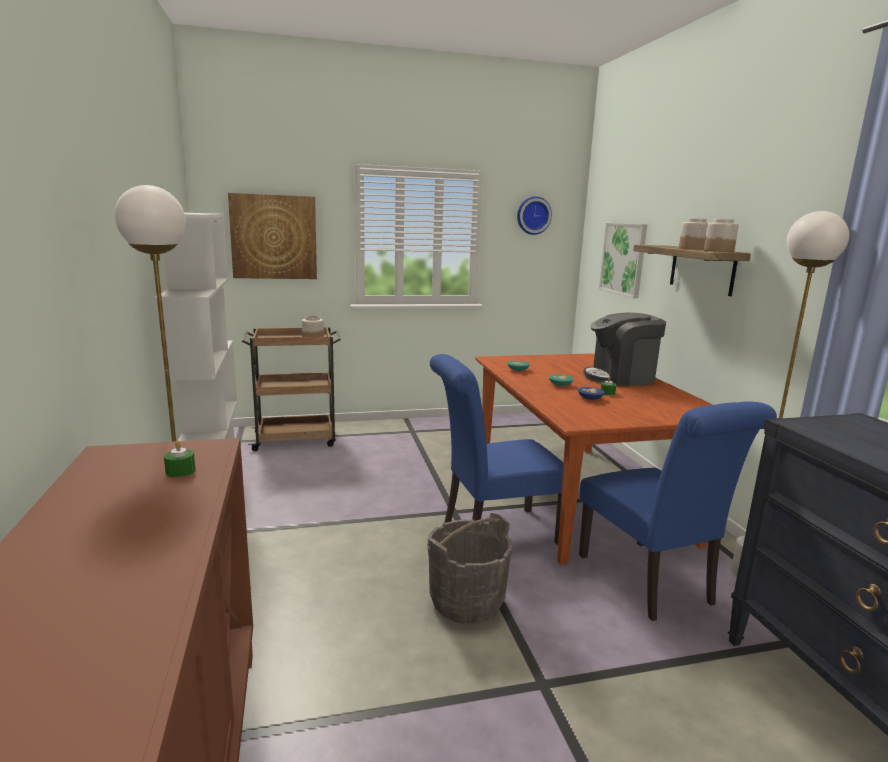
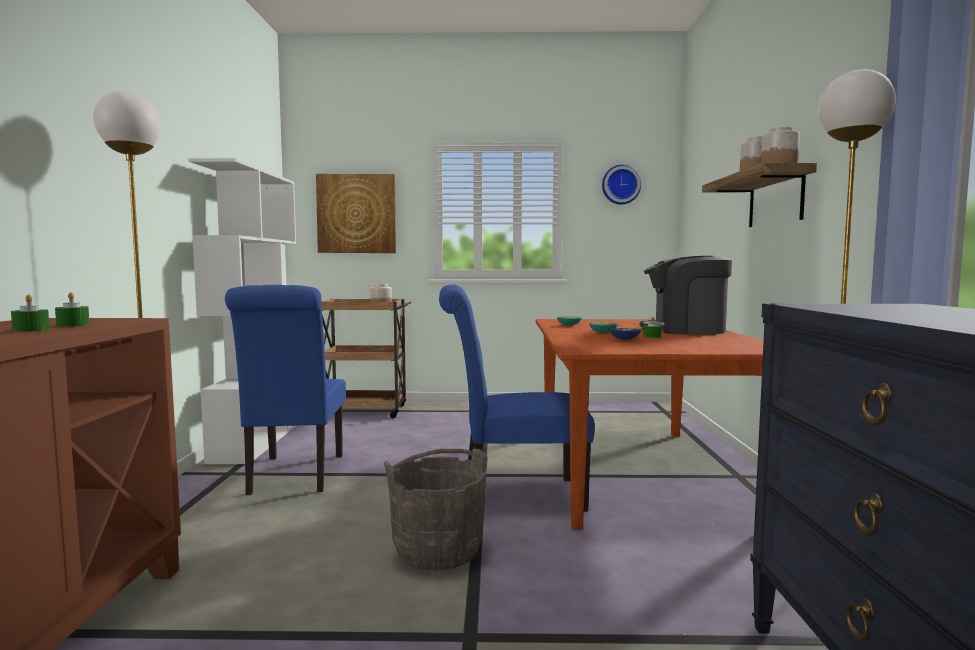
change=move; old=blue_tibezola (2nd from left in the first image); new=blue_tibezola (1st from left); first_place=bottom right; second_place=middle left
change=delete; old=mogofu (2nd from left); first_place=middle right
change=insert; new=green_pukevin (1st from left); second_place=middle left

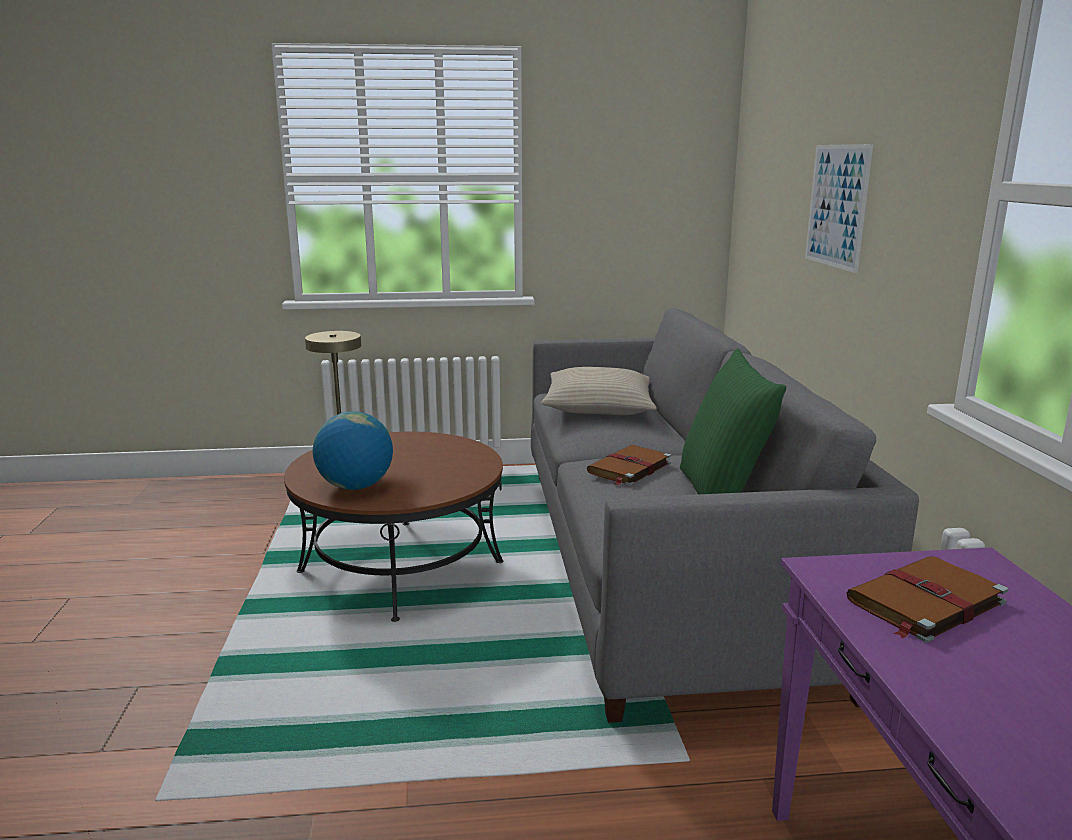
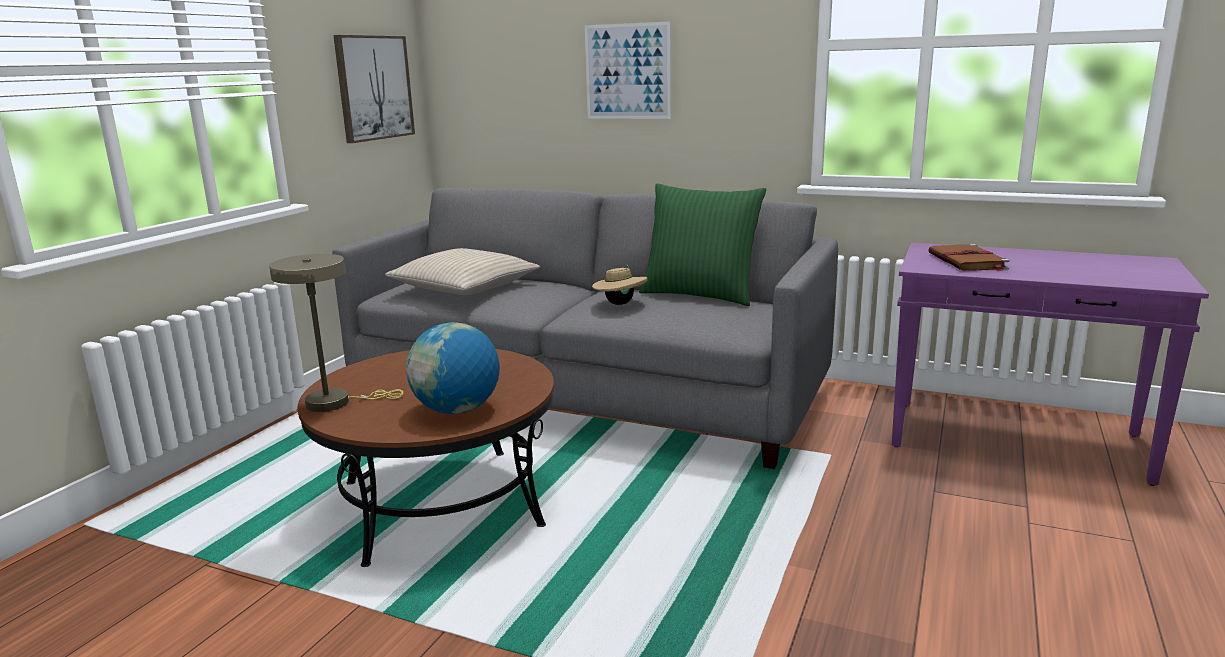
change=replace; old=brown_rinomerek (1st from left); new=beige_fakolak; first_place=centre; second_place=centre
change=insert; new=mogofu (1st from left); second_place=top left

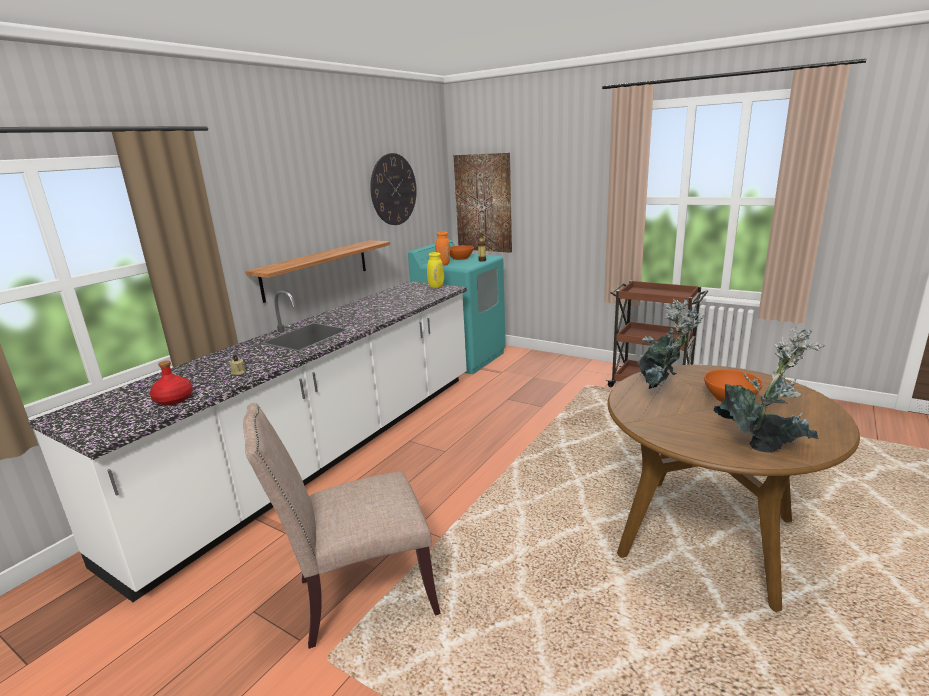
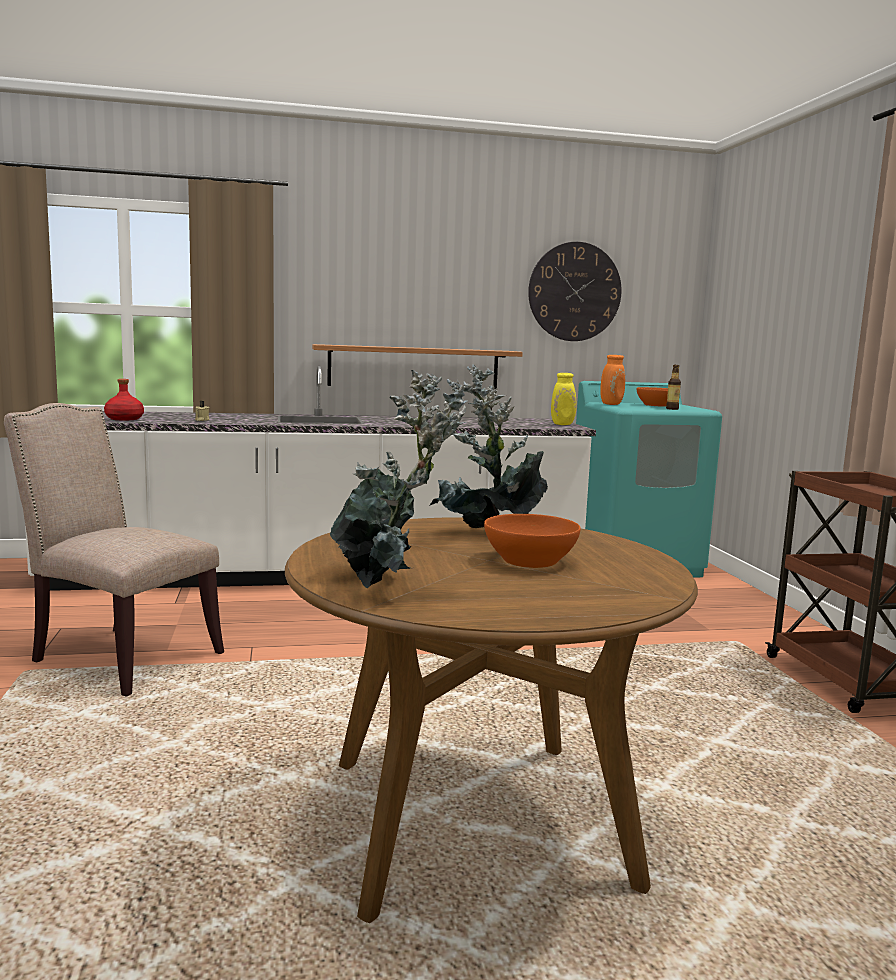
change=delete; old=mogofu; first_place=top centre

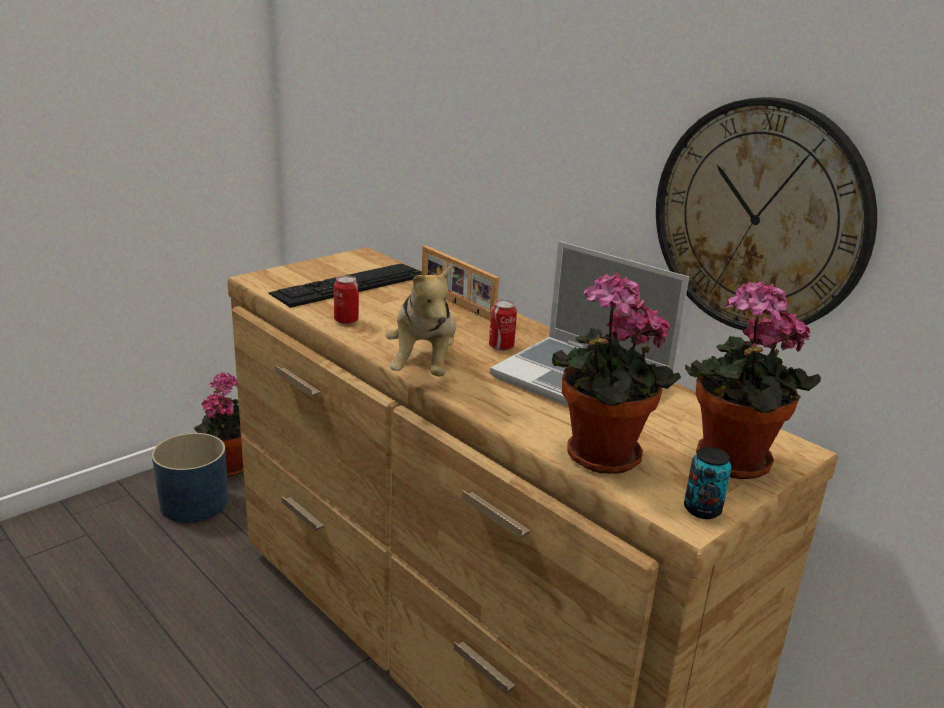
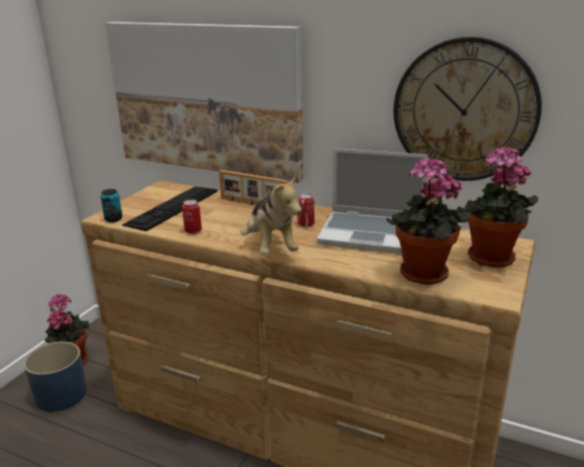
change=move; old=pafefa (3rd from left in the first image); new=pafefa (1st from left); first_place=bottom right; second_place=middle left
change=insert; new=mogofu; second_place=top centre

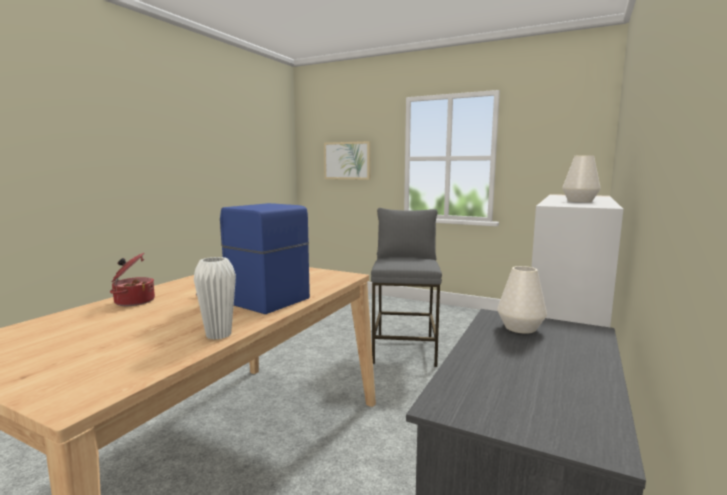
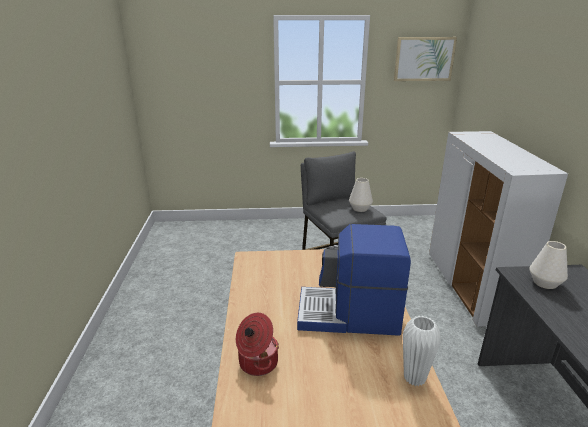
change=move; old=mogofu; first_place=top centre; second_place=top right
change=move; old=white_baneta (3rd from left in the first image); new=white_baneta (1st from left); first_place=middle right; second_place=centre

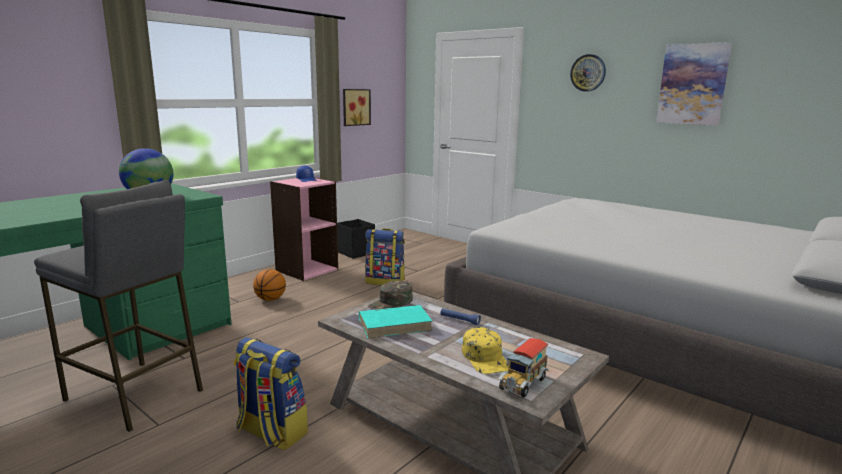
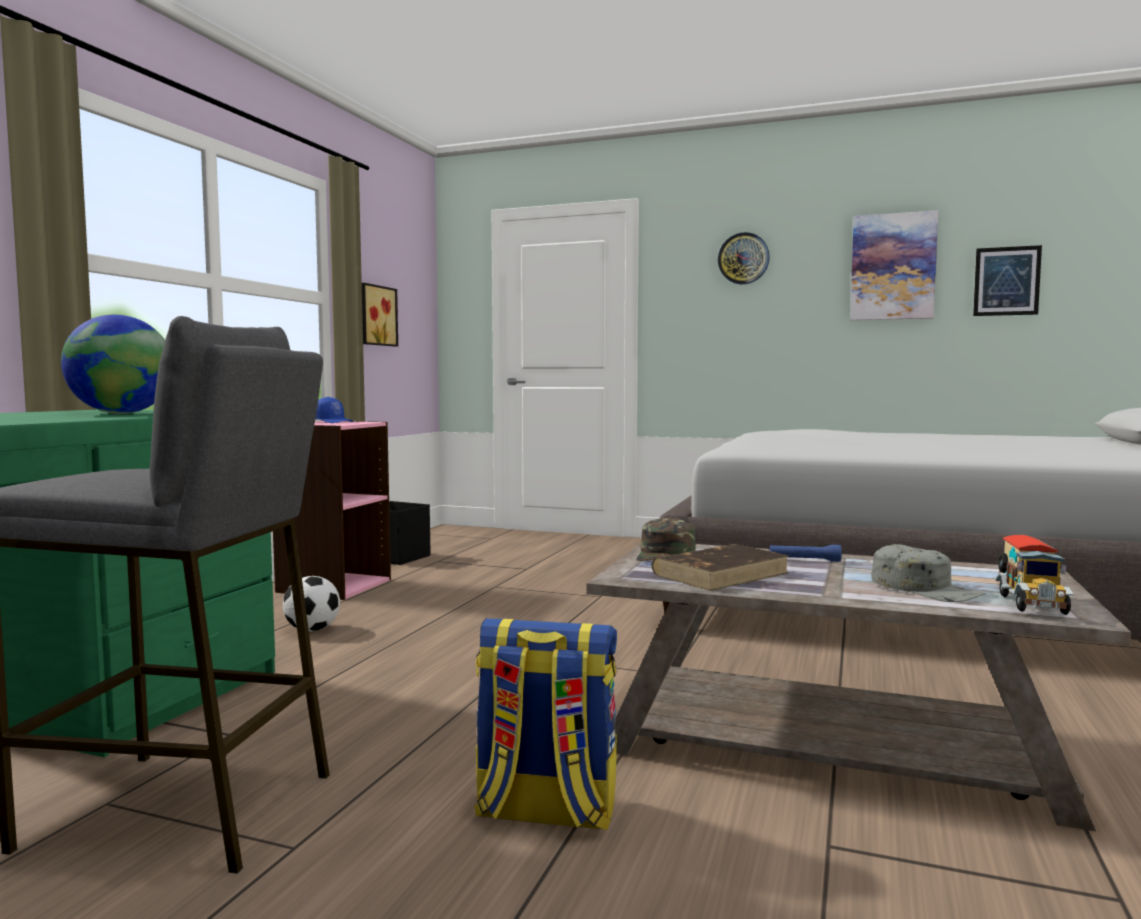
change=replace; old=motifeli; new=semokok; first_place=middle left; second_place=middle left
change=recolor; old=turquoise_rinomerek; new=brown_rinomerek; first_place=bottom centre; second_place=centre
change=delete; old=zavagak (2nd from left); first_place=centre
change=recolor; old=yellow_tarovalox; new=grey_tarovalox; first_place=bottom centre; second_place=middle right
change=insert; new=mogofu (3rd from left); second_place=top right

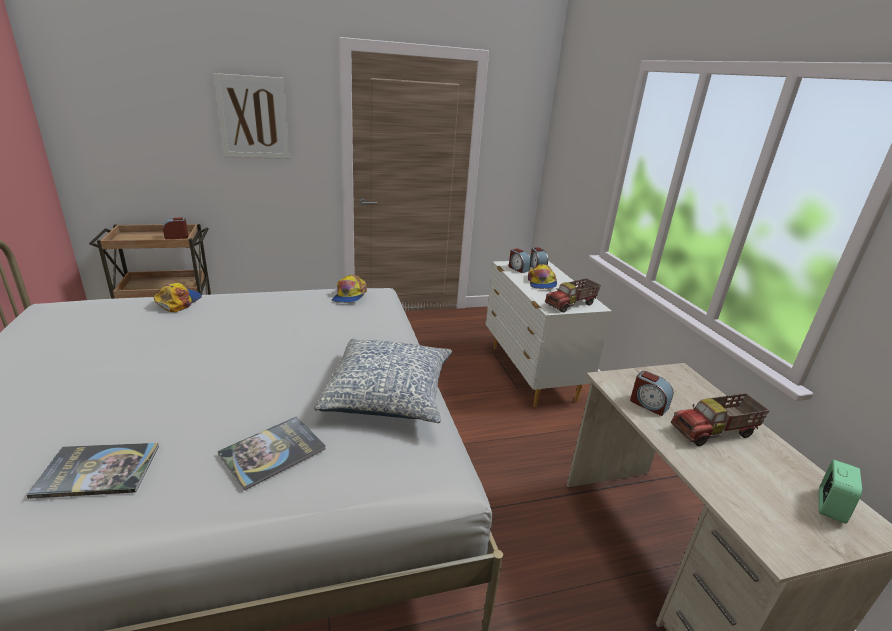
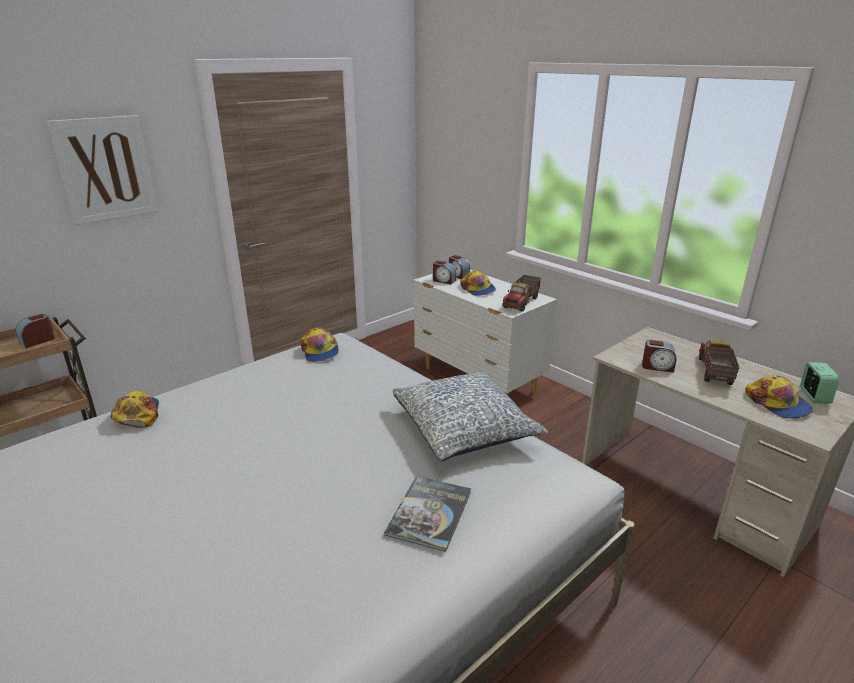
change=delete; old=rinomerek (1st from left); first_place=bottom left
change=rotate; old=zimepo (2nd from left); first_place=middle right; second_place=middle right; degrees=150
change=insert; new=tarovalox (4th from left); second_place=middle right

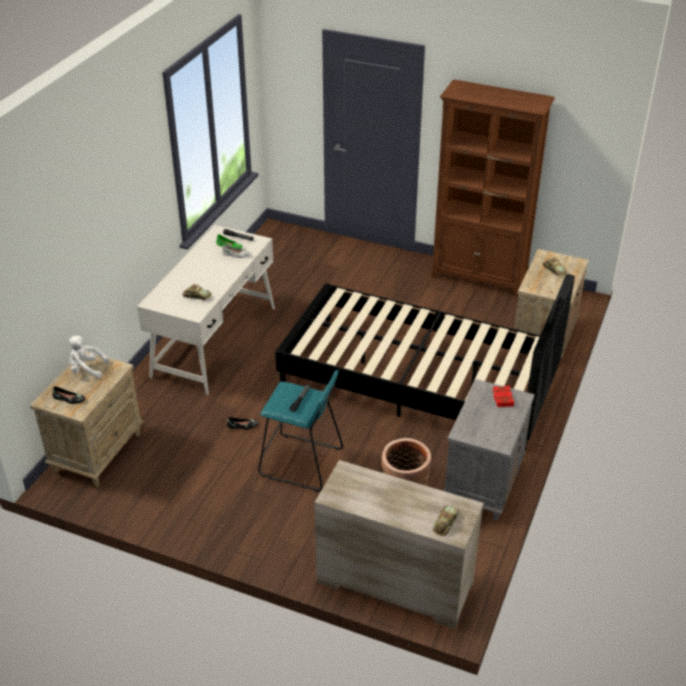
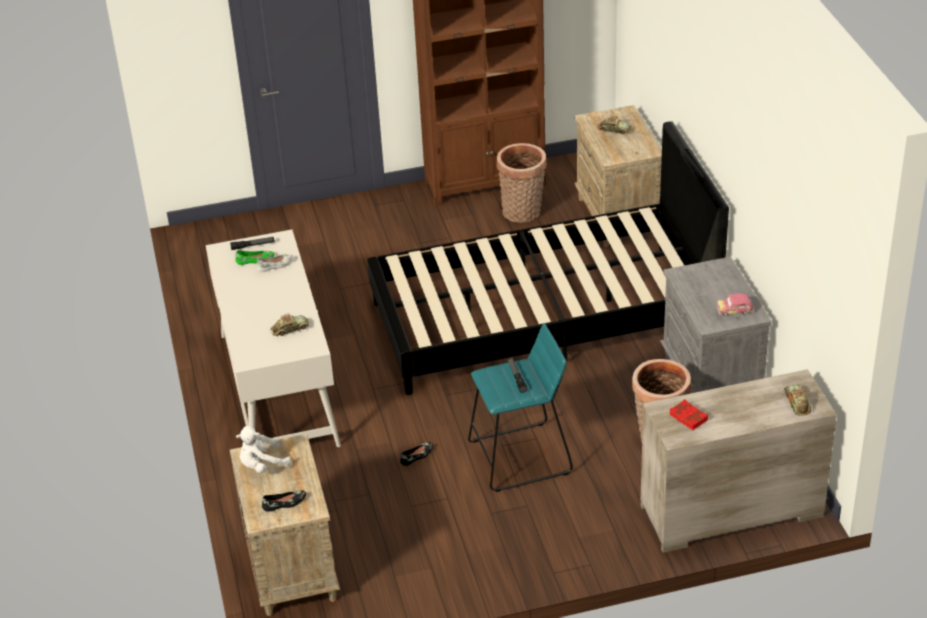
change=move; old=red_rinomerek; first_place=middle right; second_place=bottom right
change=insert; new=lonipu (1st from left); second_place=top centre
change=insert; new=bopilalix (3rd from left); second_place=middle right

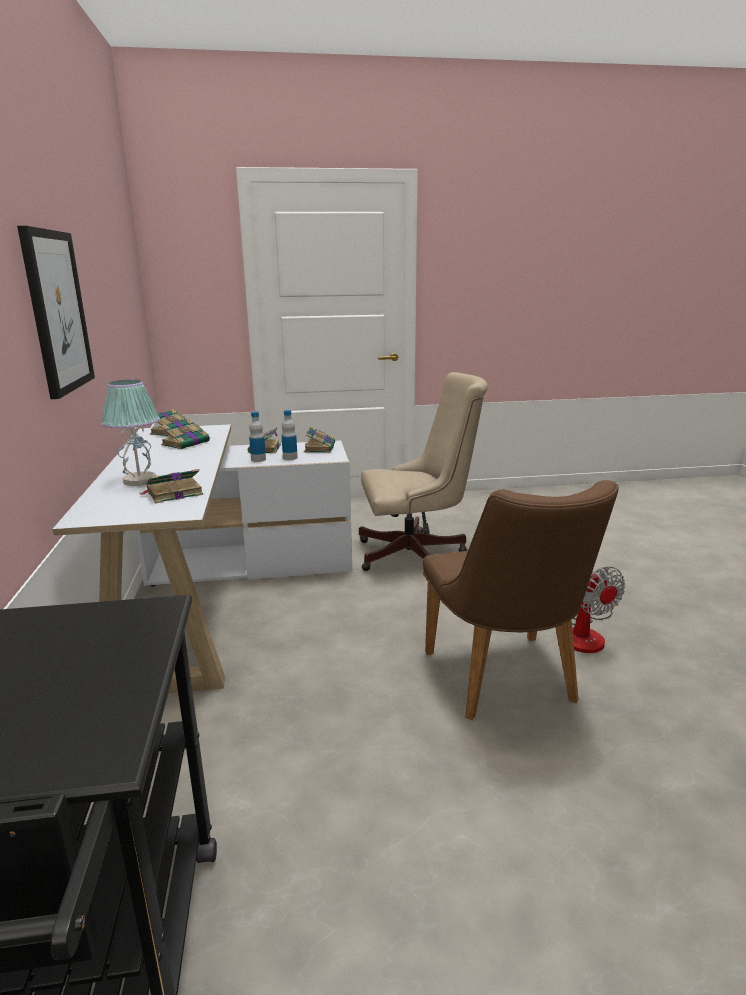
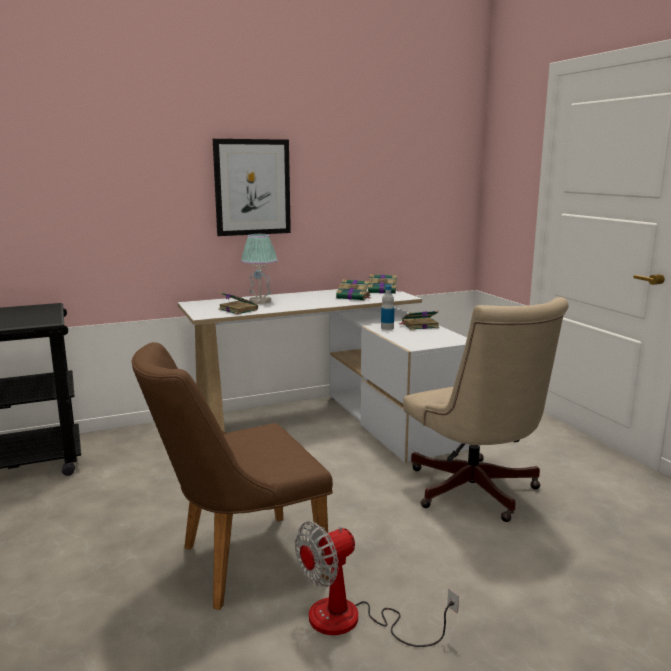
change=delete; old=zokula (2nd from left); first_place=centre
change=delete; old=rinomerek (5th from left); first_place=centre

